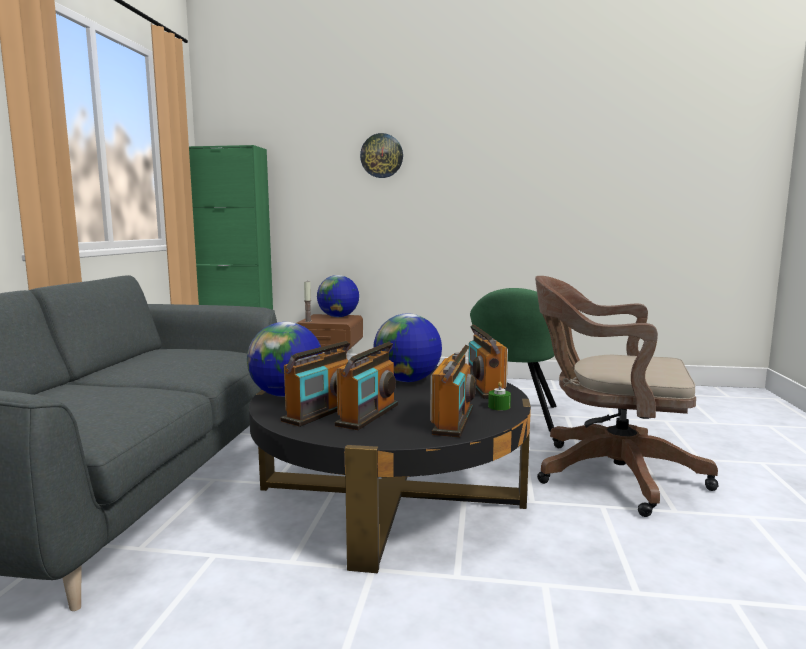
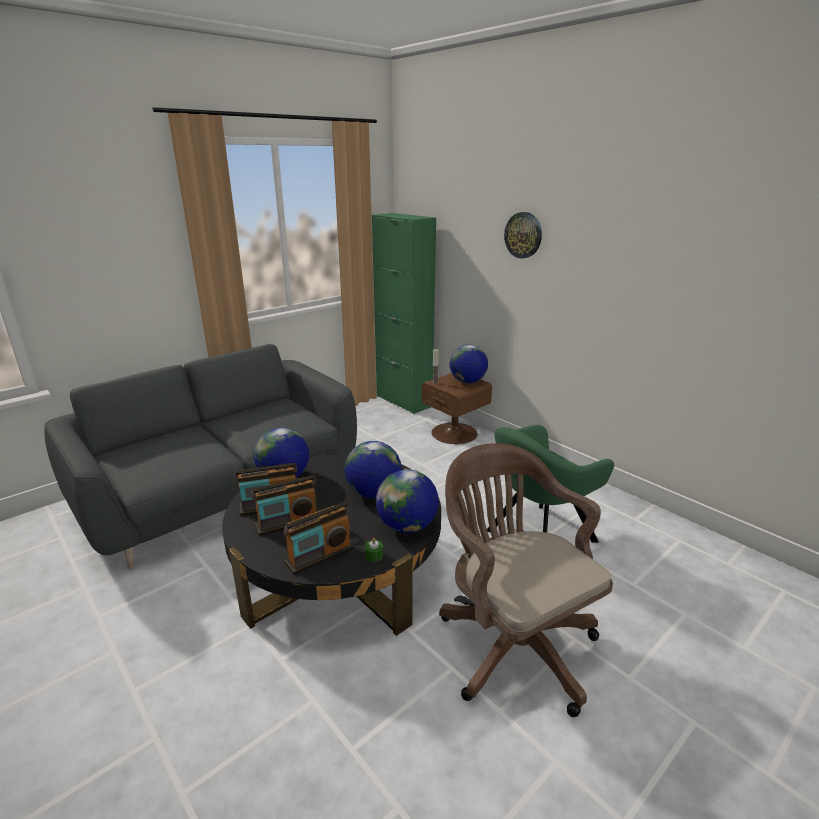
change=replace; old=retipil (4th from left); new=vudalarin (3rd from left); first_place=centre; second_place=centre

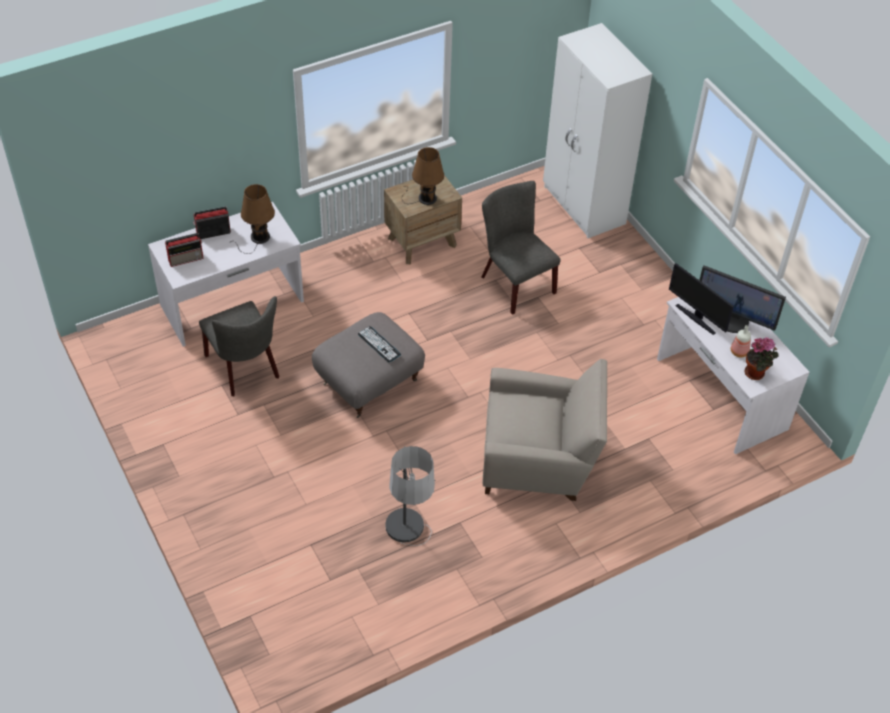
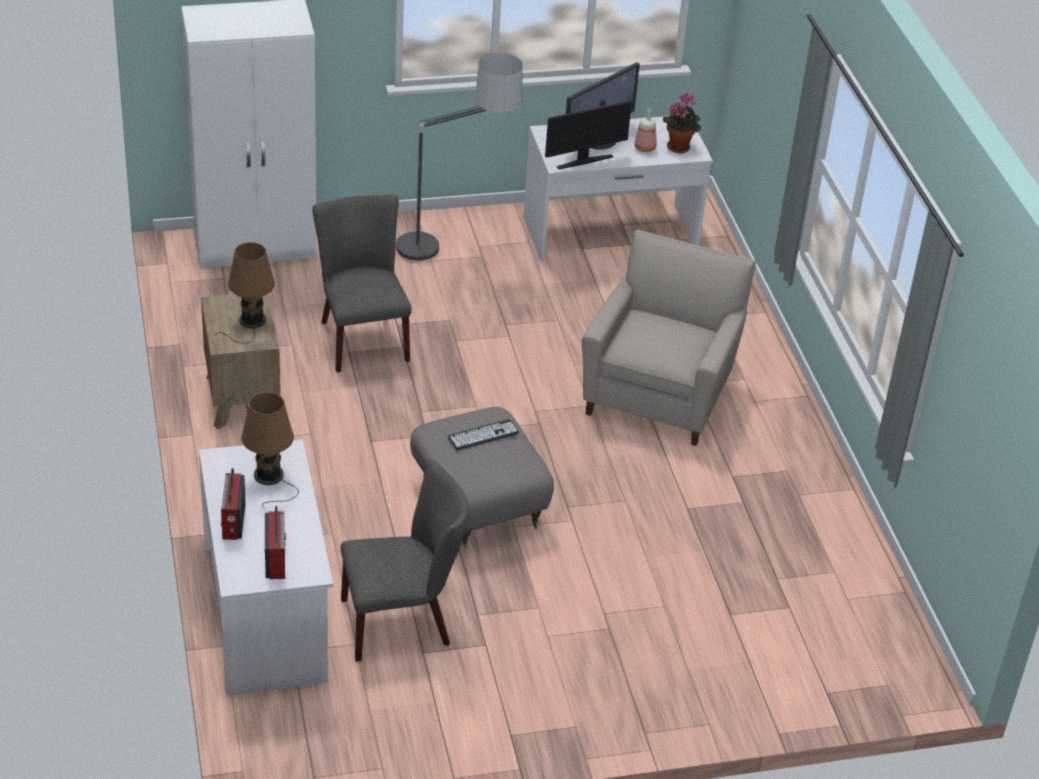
change=move; old=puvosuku; first_place=bottom centre; second_place=top centre
change=rotate; old=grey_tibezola (2nd from left in the first image); first_place=centre; second_place=centre; degrees=90

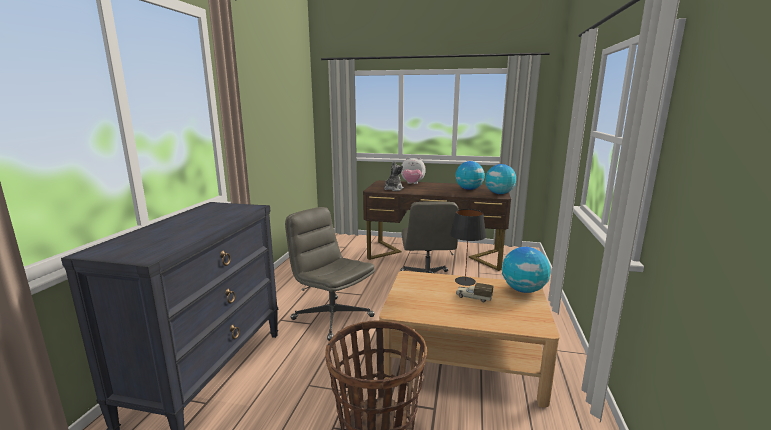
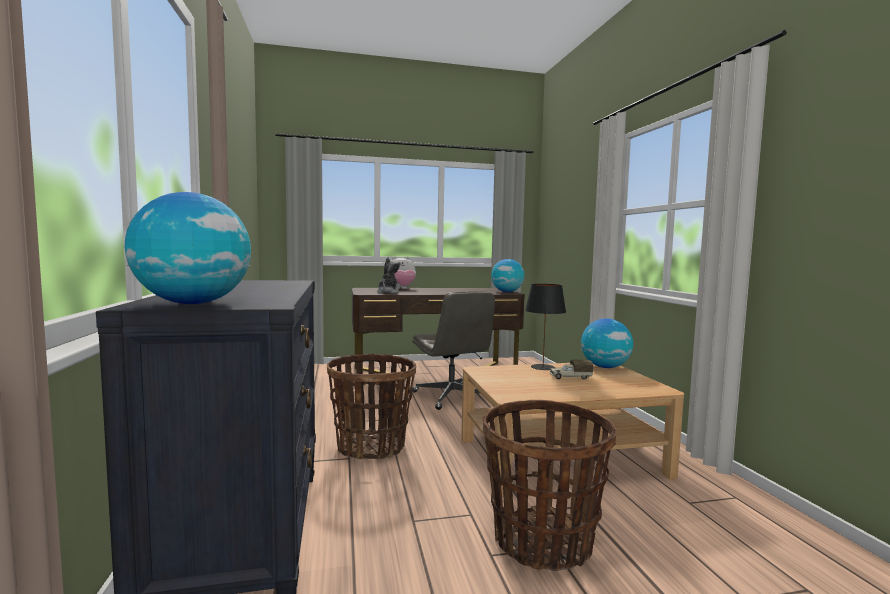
change=replace; old=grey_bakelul (1st from left); new=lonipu (1st from left); first_place=centre; second_place=bottom centre
change=move; old=vudalarin (1st from left); first_place=centre; second_place=middle left

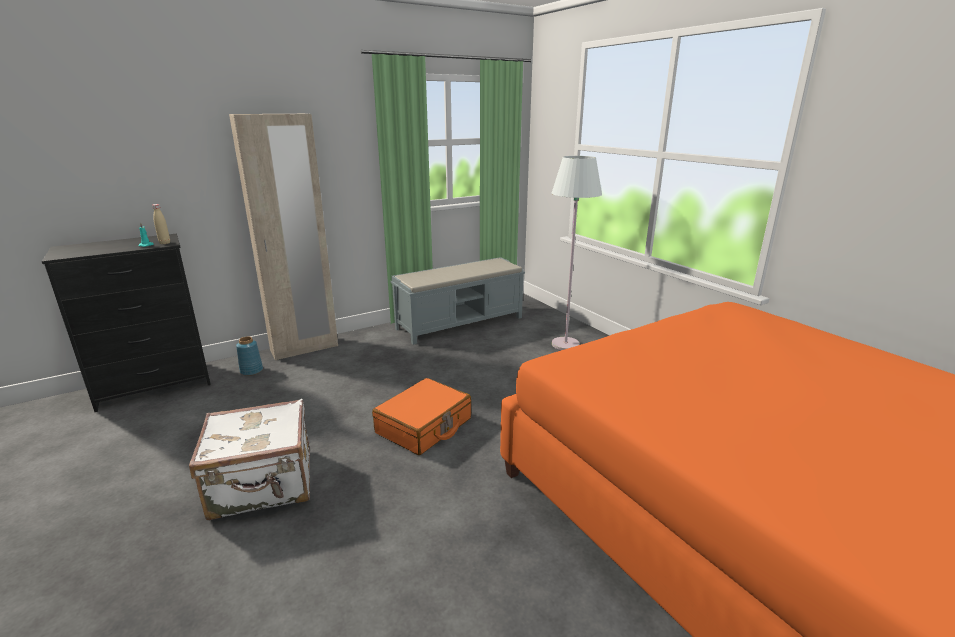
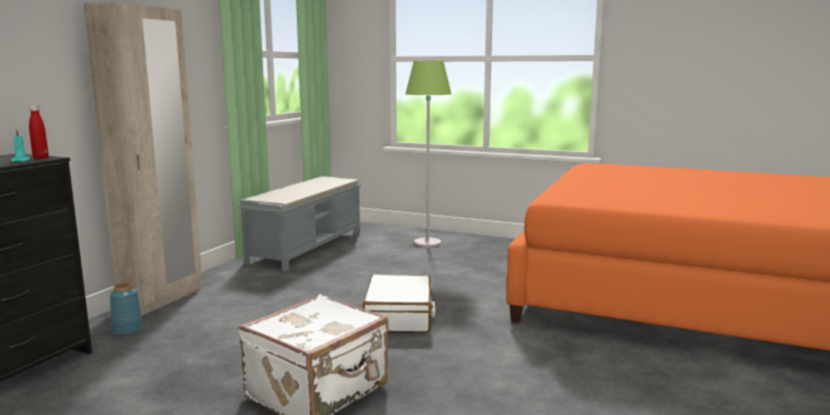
change=recolor; old=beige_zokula; new=red_zokula; first_place=middle left; second_place=top left
change=recolor; old=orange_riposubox; new=white_riposubox (2nd from left); first_place=centre; second_place=bottom centre
change=recolor; old=white_puvosuku; new=green_puvosuku; first_place=centre; second_place=centre

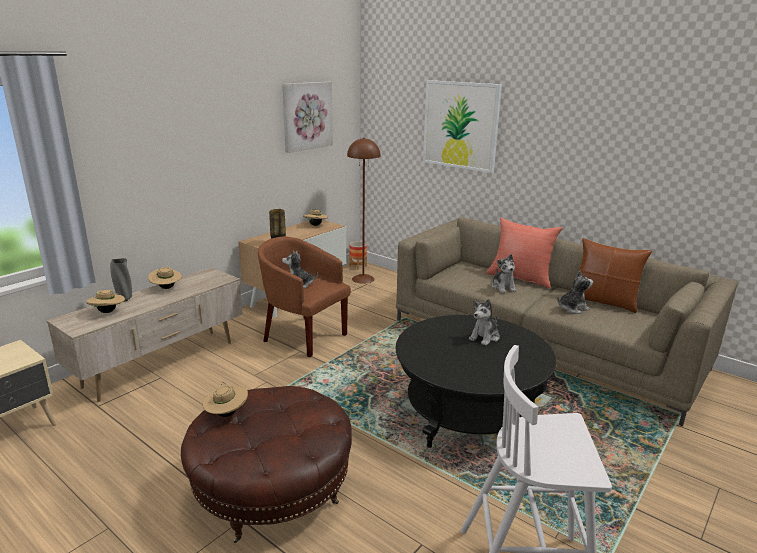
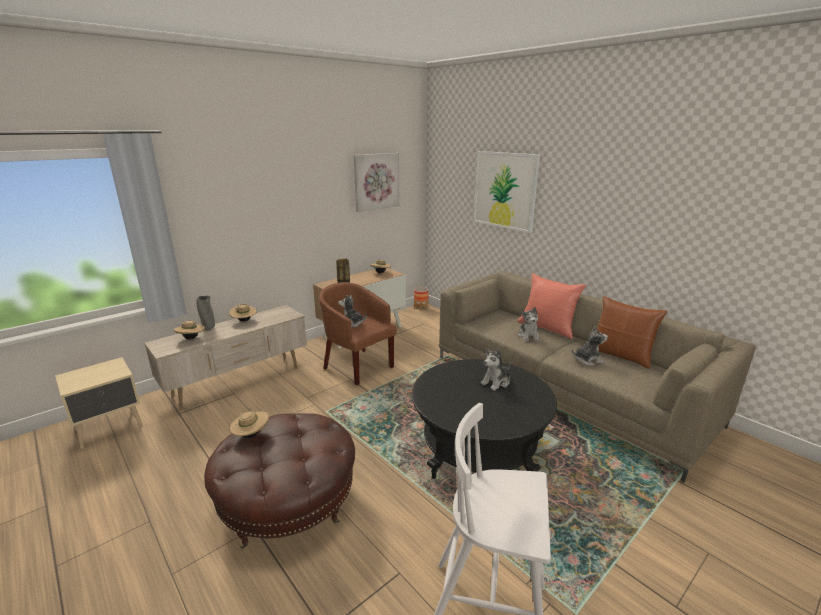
change=delete; old=brown_puvosuku; first_place=centre

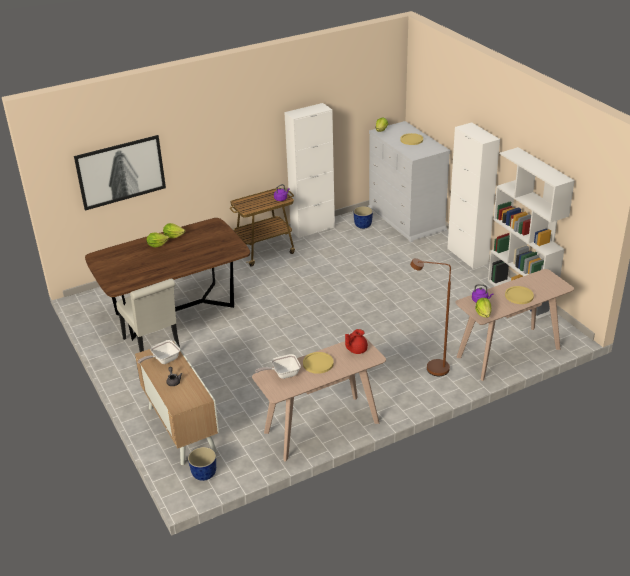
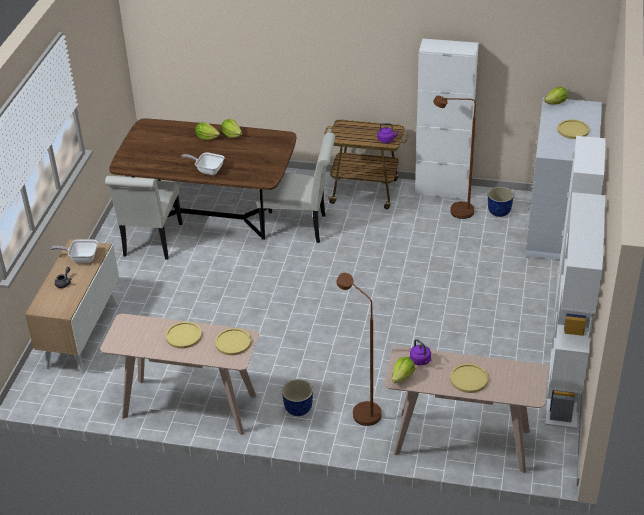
change=delete; old=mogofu; first_place=top left
change=move; old=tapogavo (1st from left); first_place=bottom left; second_place=bottom centre
change=move; old=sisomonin (2nd from left); first_place=centre; second_place=top left
change=replace; old=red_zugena; new=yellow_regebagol (2nd from left); first_place=centre; second_place=centre
change=insert; new=white_tibezola (2nd from left); second_place=centre
change=insert; new=brown_puvosuku (2nd from left); second_place=top right

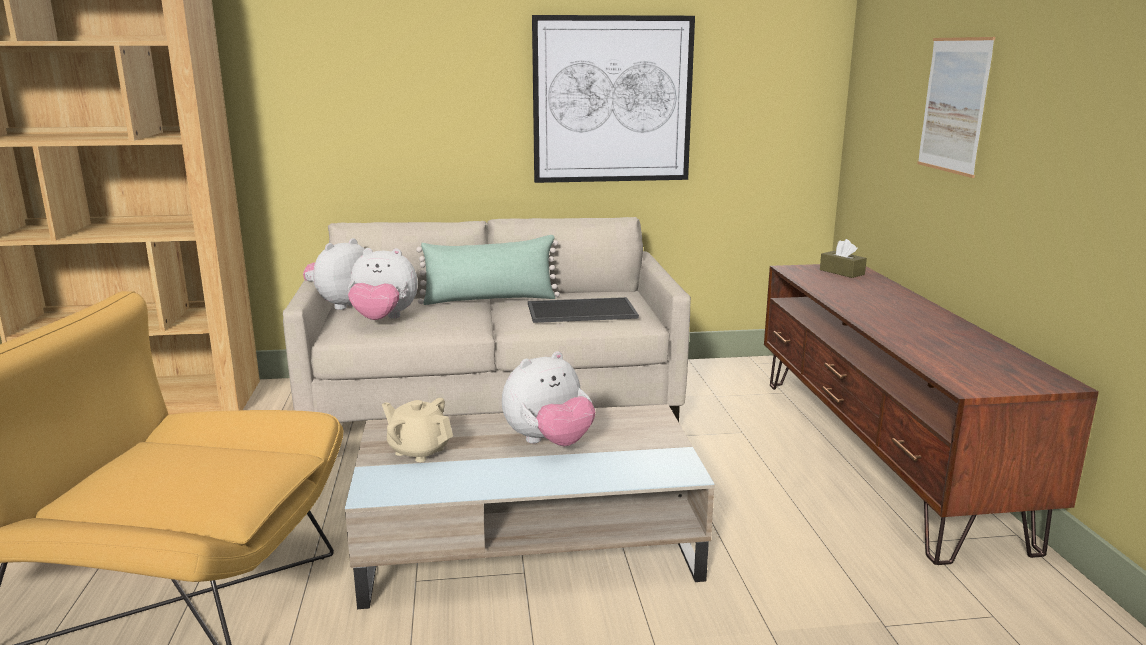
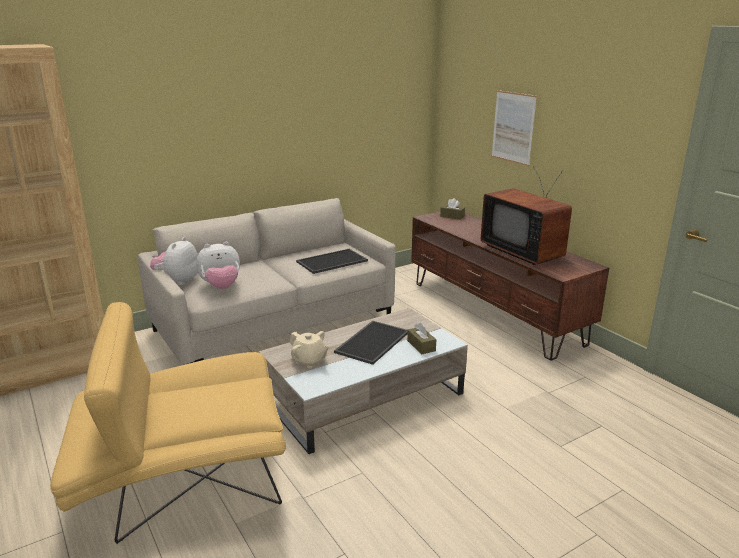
change=rotate; old=beige_zugena; first_place=bottom centre; second_place=centre; degrees=-150
change=delete; old=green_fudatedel; first_place=centre
change=replace; old=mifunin (3rd from left); new=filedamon (2nd from left); first_place=centre; second_place=centre
change=delete; old=mogofu (1st from left); first_place=top centre
change=insert; new=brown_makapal (1st from left); second_place=centre
change=insert; new=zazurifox; second_place=middle right

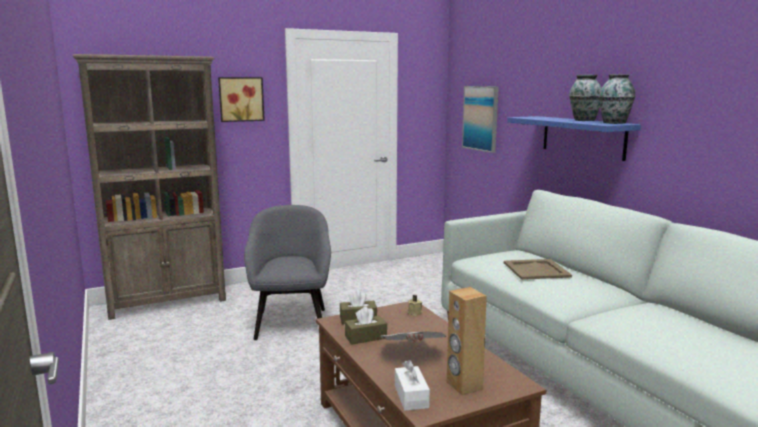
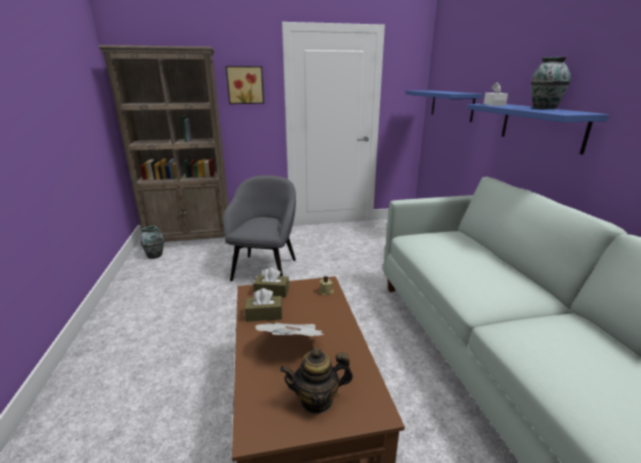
change=move; old=white_makapal; first_place=bottom centre; second_place=top right
change=replace; old=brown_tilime; new=zugena; first_place=bottom centre; second_place=bottom centre
change=replace; old=mogofu (2nd from left); new=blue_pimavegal (1st from left); first_place=top centre; second_place=top right
change=delete; old=beige_filedamon; first_place=middle right
change=move; old=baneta (2nd from left in the first image); new=baneta (1st from left); first_place=top right; second_place=middle left

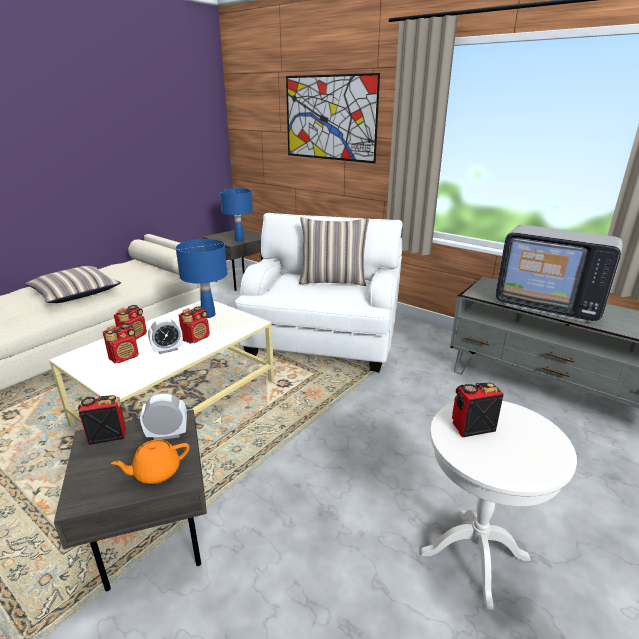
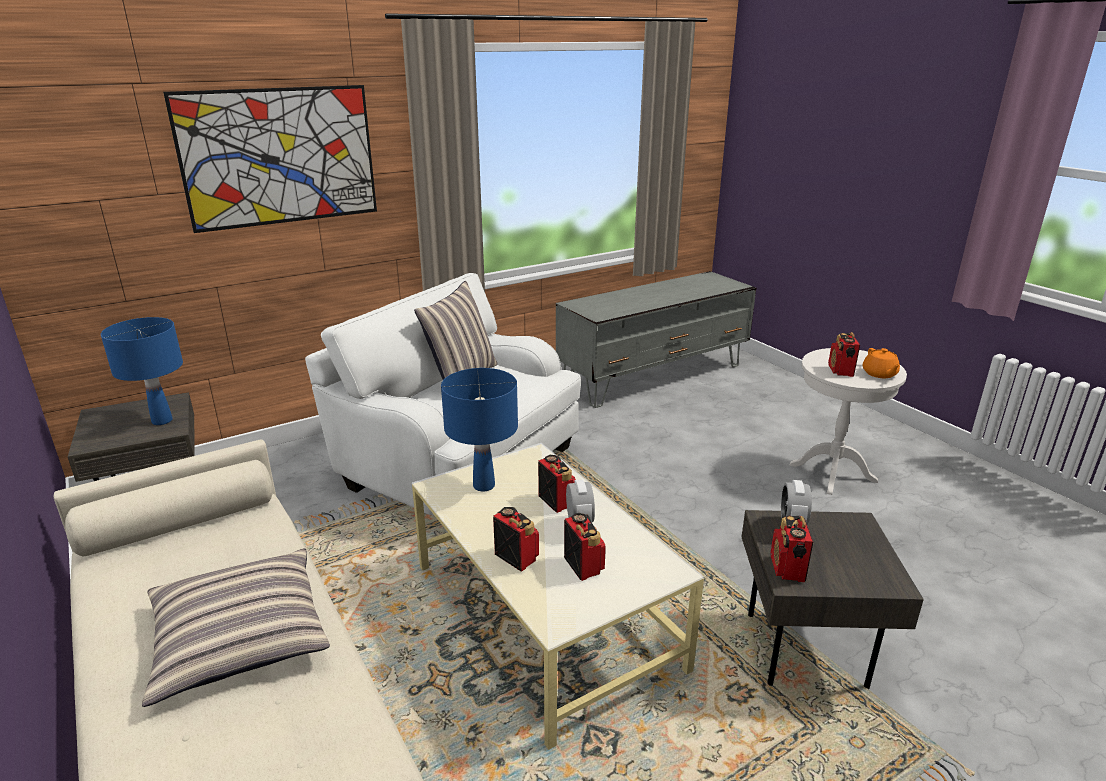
change=move; old=orange_zugena; first_place=bottom left; second_place=middle right
change=delete; old=zazurifox; first_place=middle right

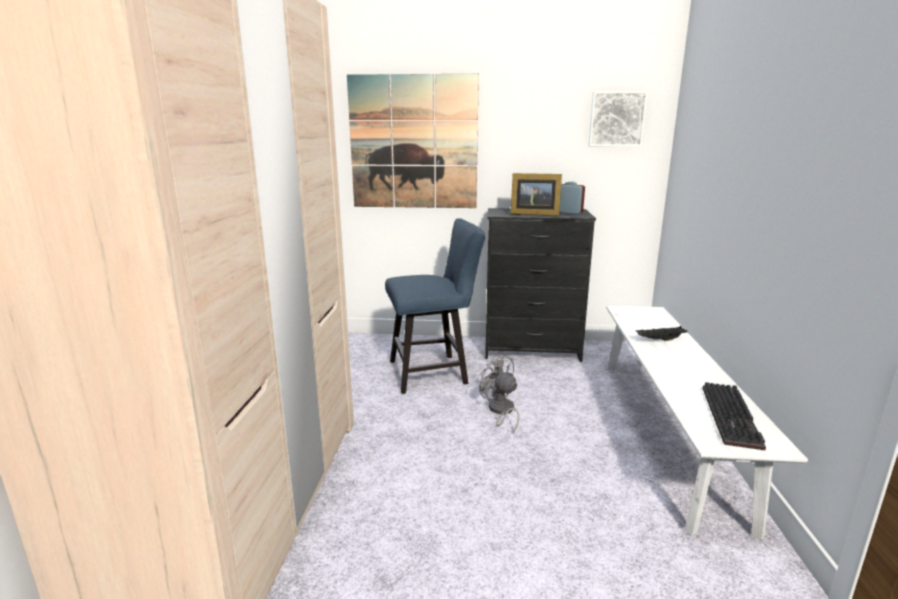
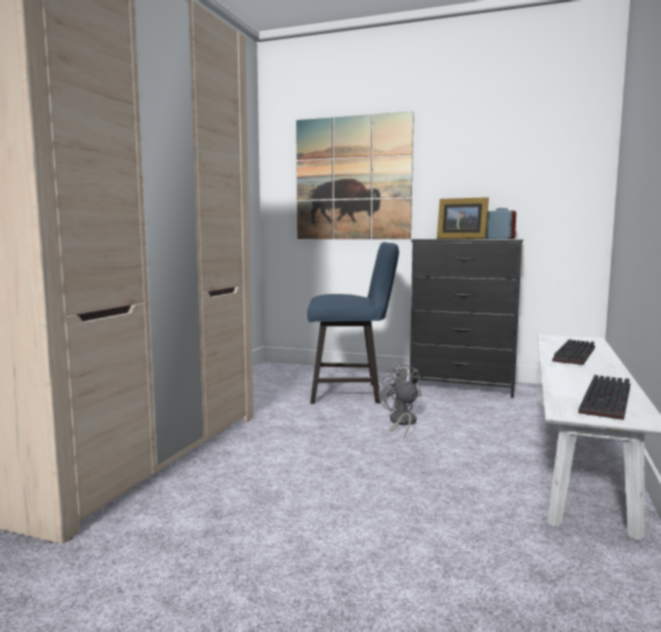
change=delete; old=mogofu (2nd from left); first_place=top right
change=replace; old=black_filedamon; new=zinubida (1st from left); first_place=middle right; second_place=middle right

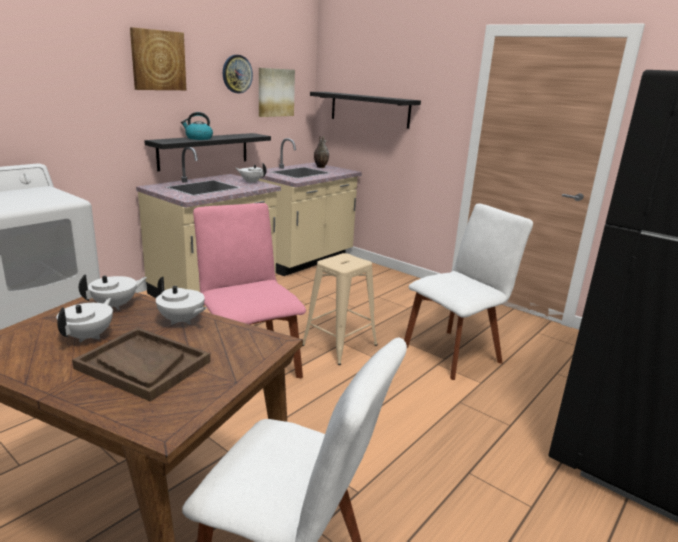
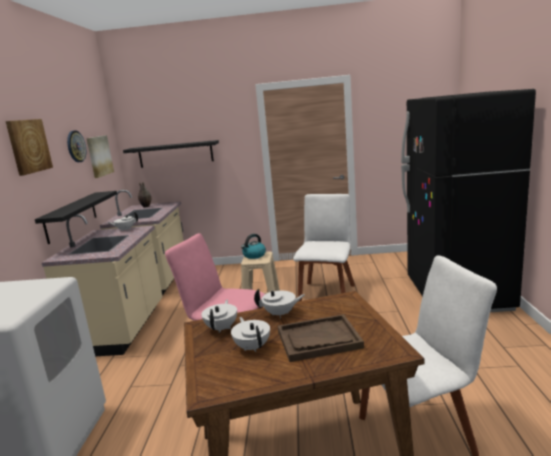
change=move; old=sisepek; first_place=top left; second_place=centre

